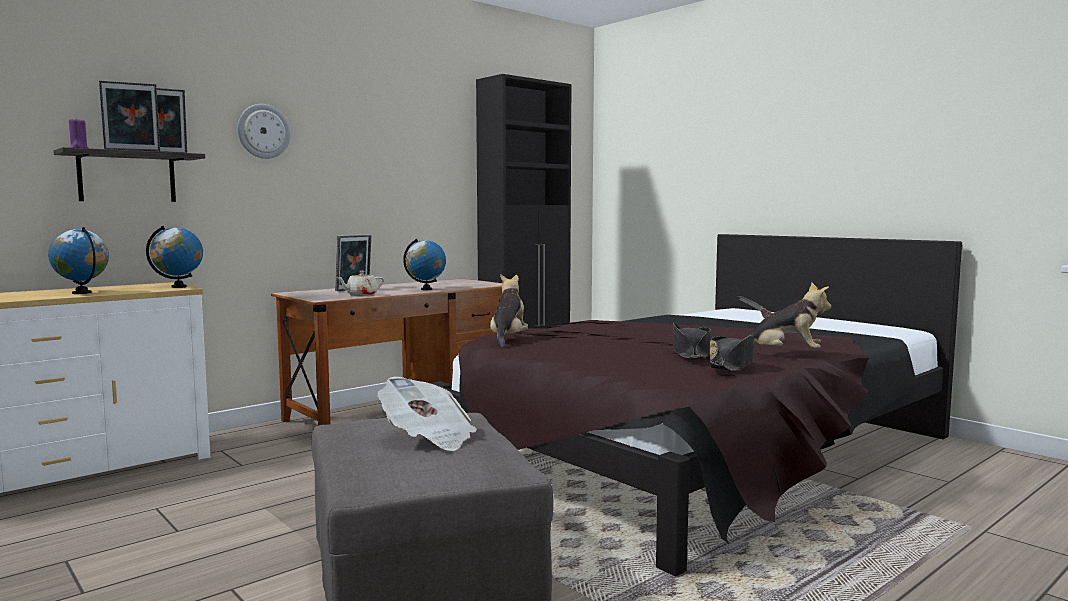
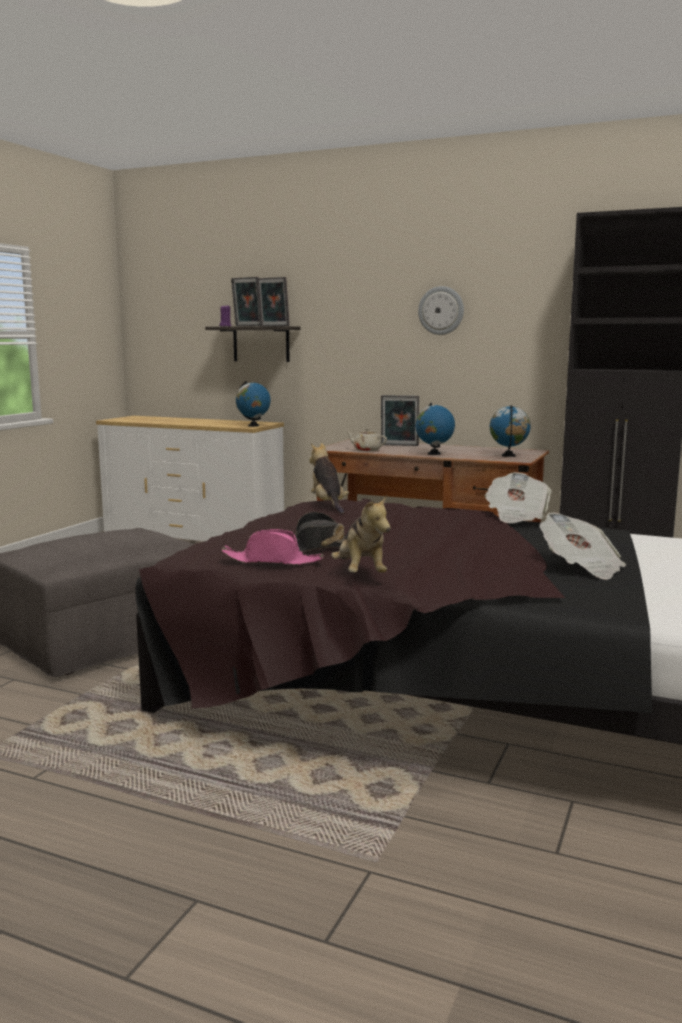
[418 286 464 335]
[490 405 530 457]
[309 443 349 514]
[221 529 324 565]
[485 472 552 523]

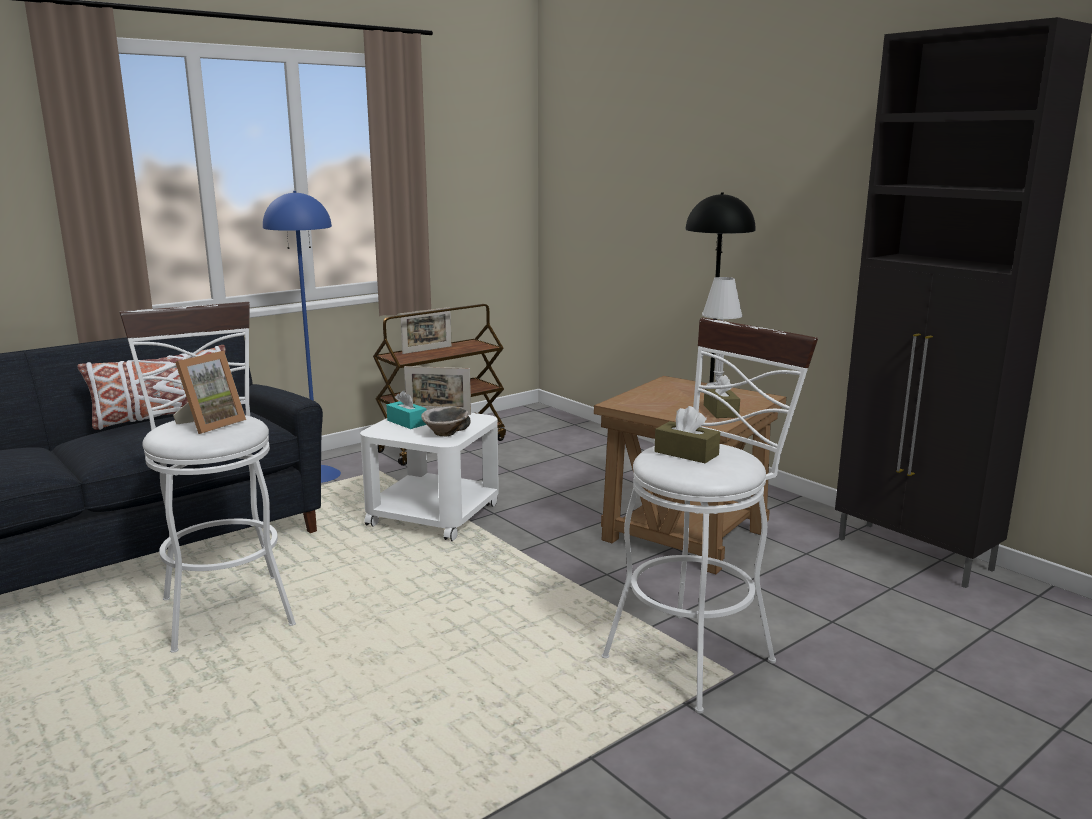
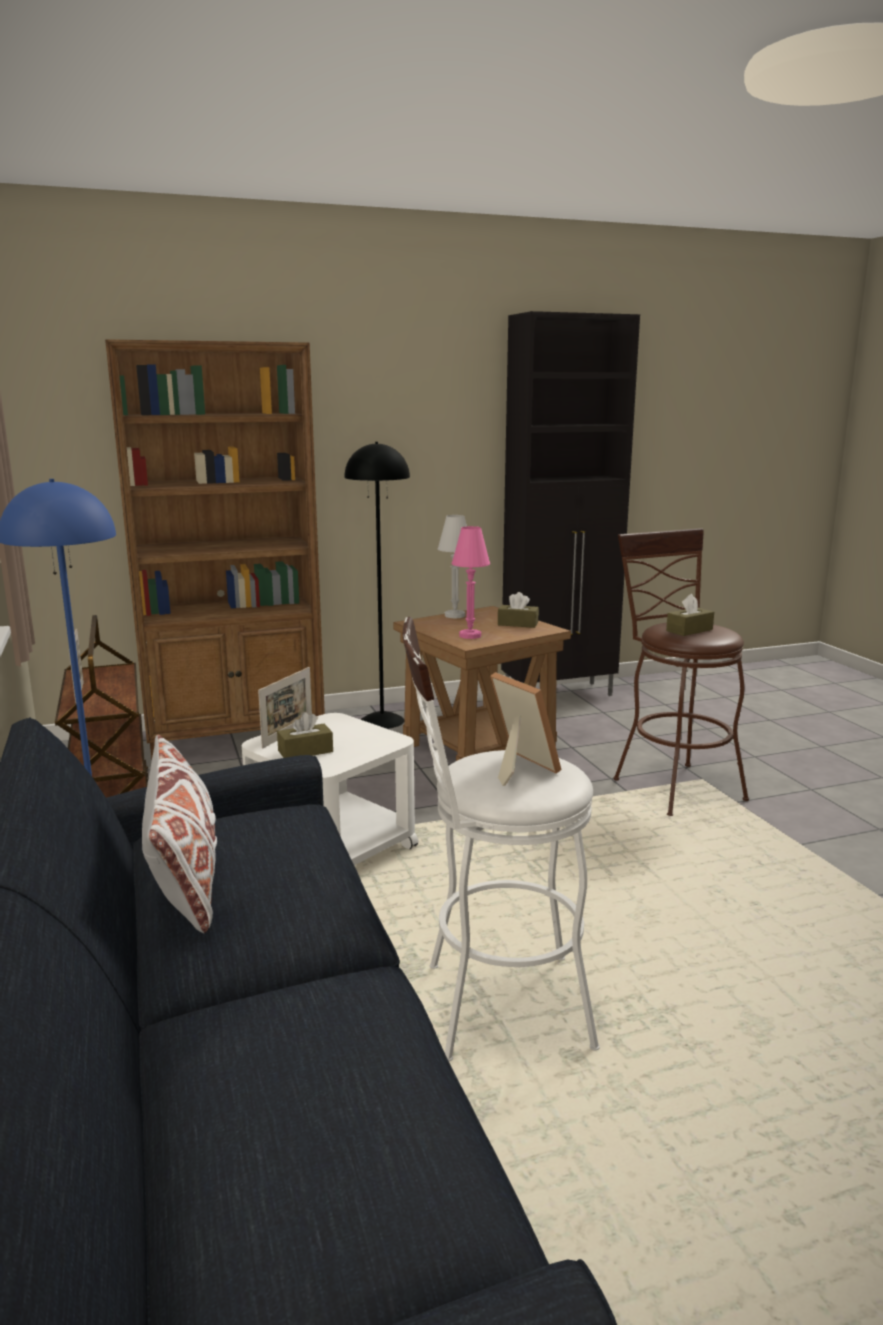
[613 528 749 816]
[277 712 333 758]
[421 406 471 437] (first image)
[105 339 325 759]
[452 526 490 639]

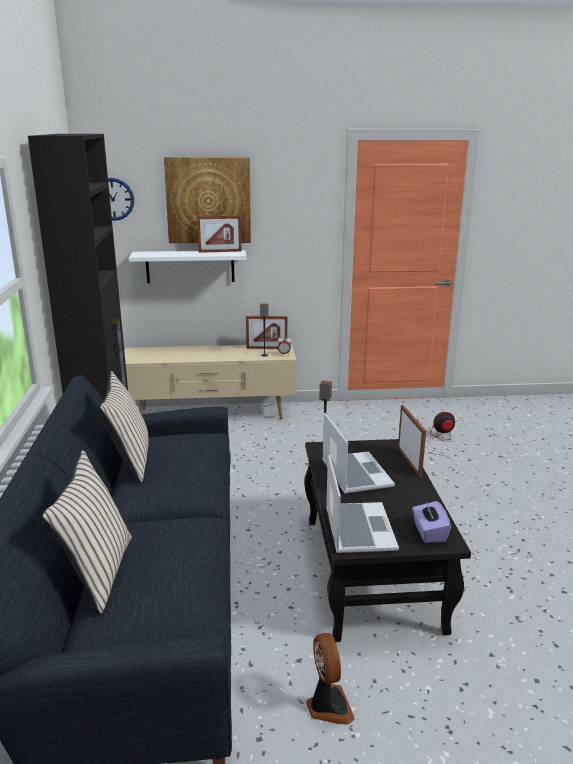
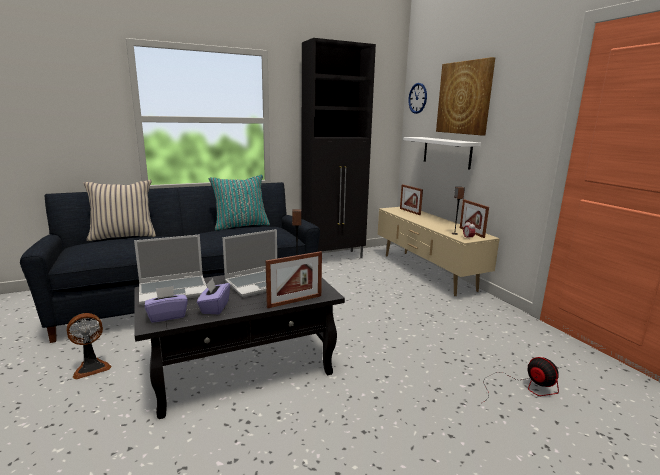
[400 184 423 215]
[209 175 270 231]
[197 278 230 314]

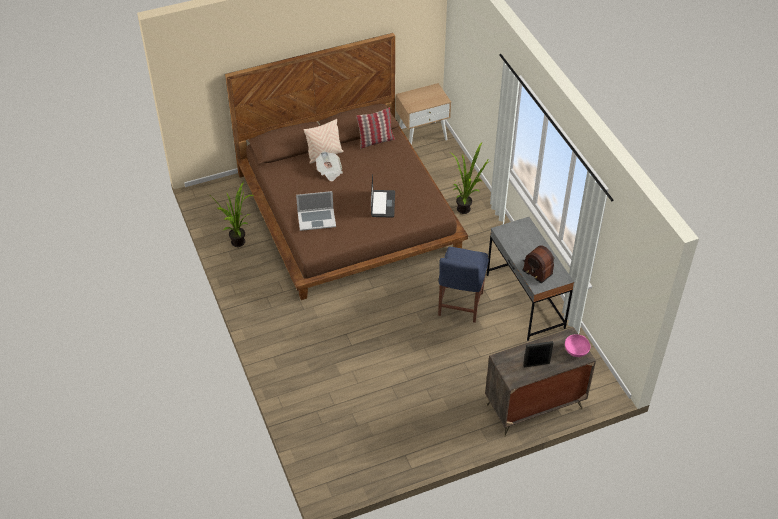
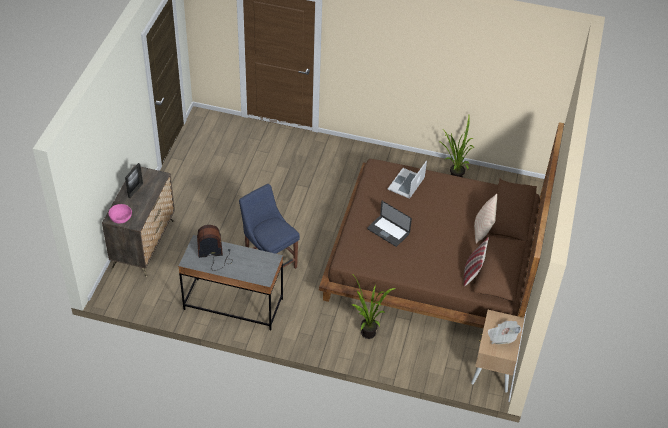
[487 321 521 344]

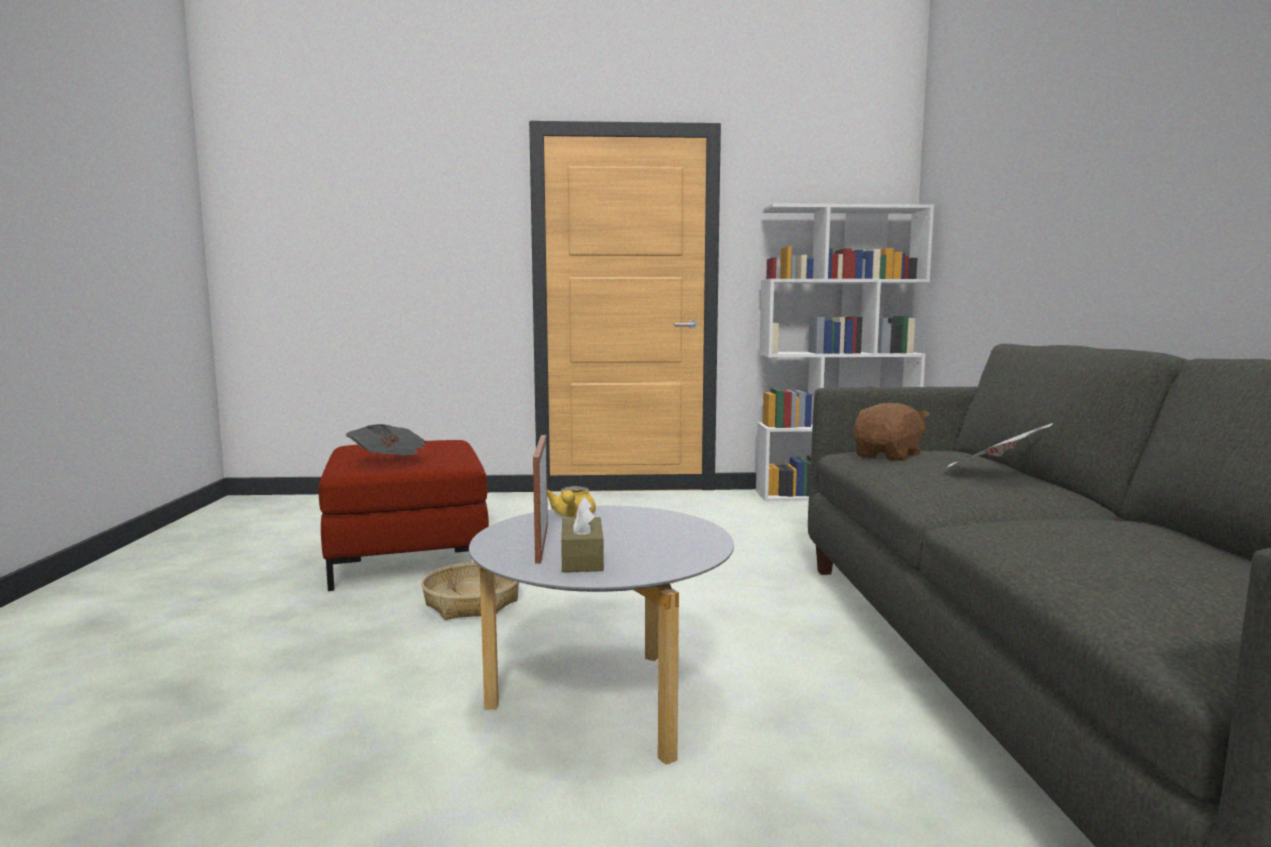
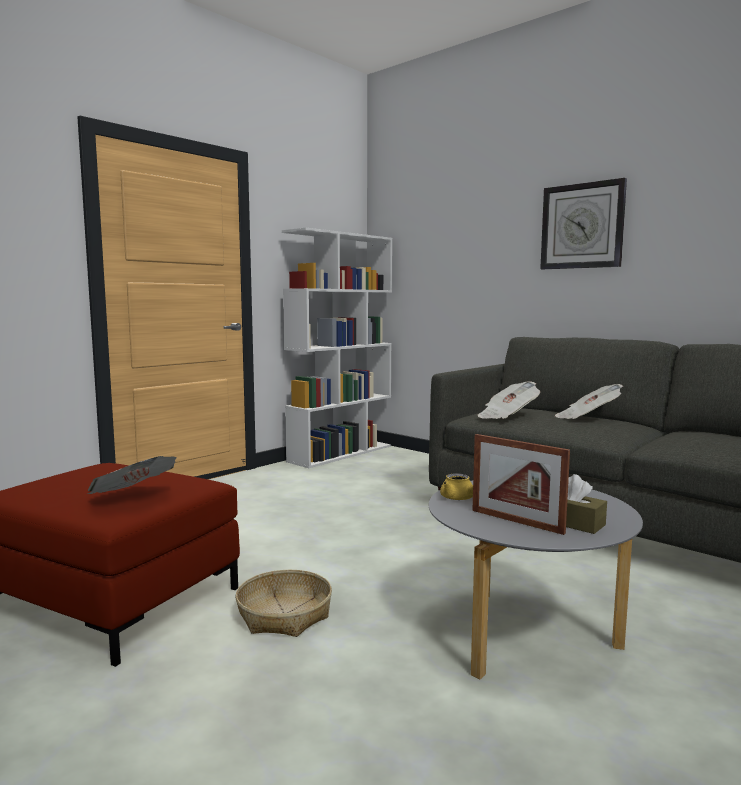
[477 381 540 419]
[540 178 627 269]

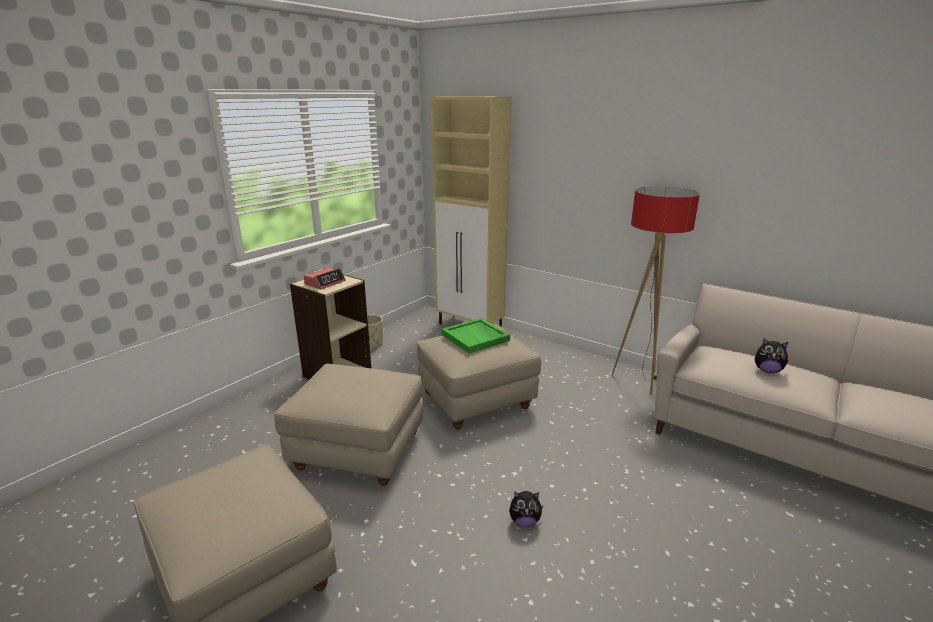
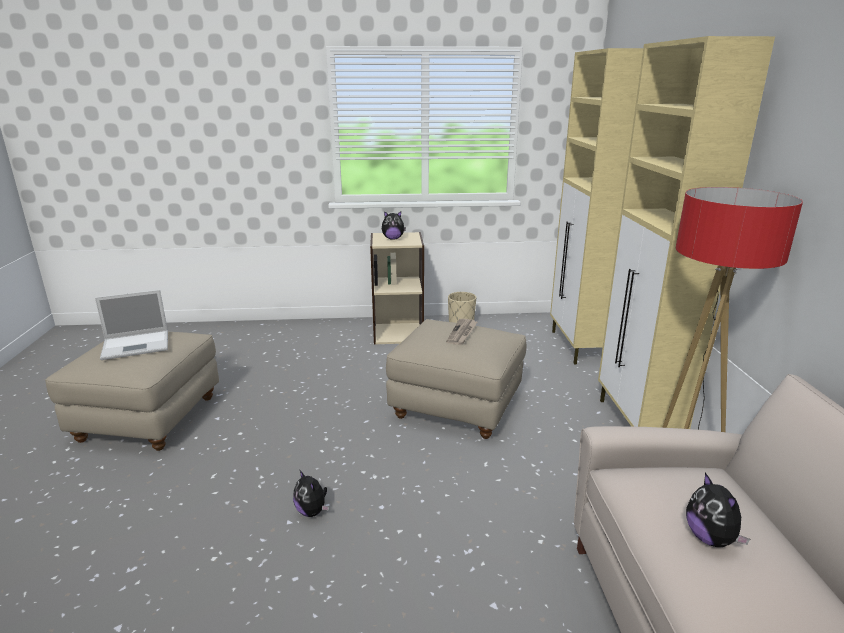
[382 211 406 240]
[446 319 477 345]
[275 363 423 486] (first image)
[598 36 775 429]
[95 290 168 360]

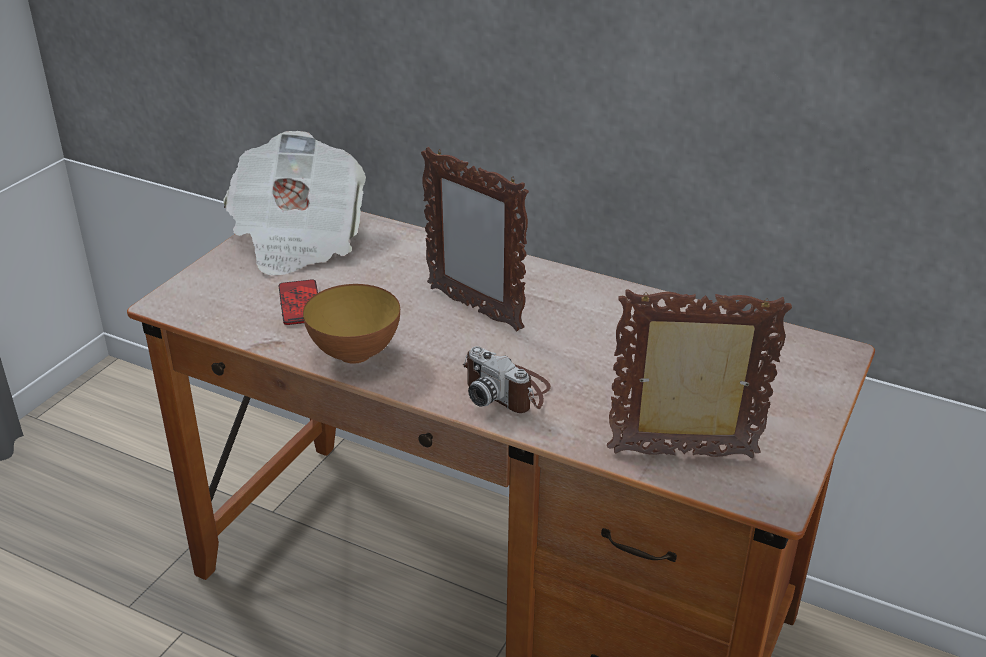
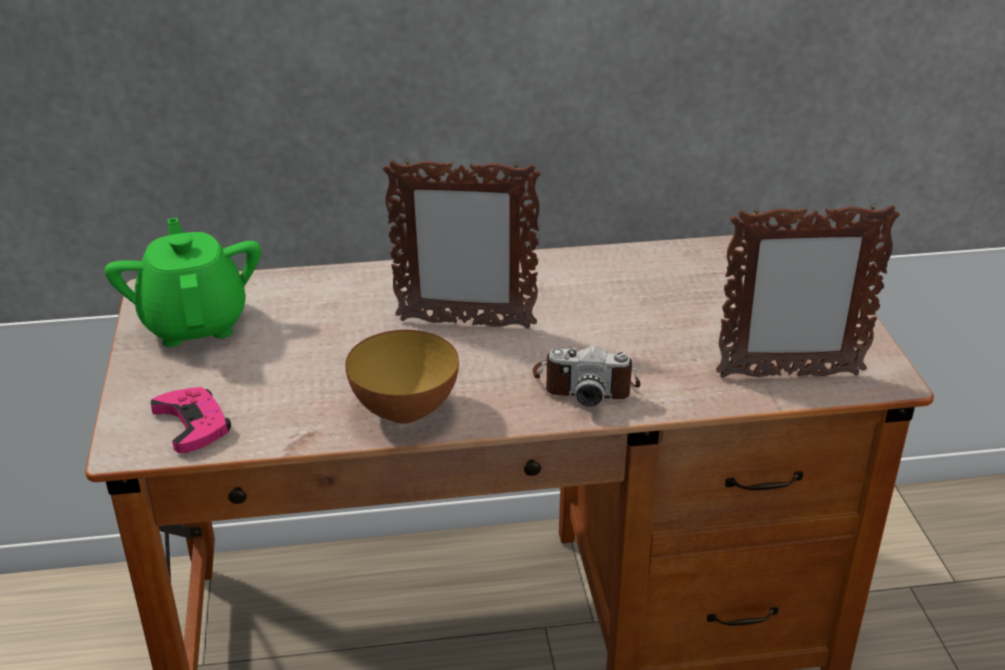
[104 217 261 347]
[278 279 318 325] (first image)
[716 203 900 378]
[151 387 231 453]

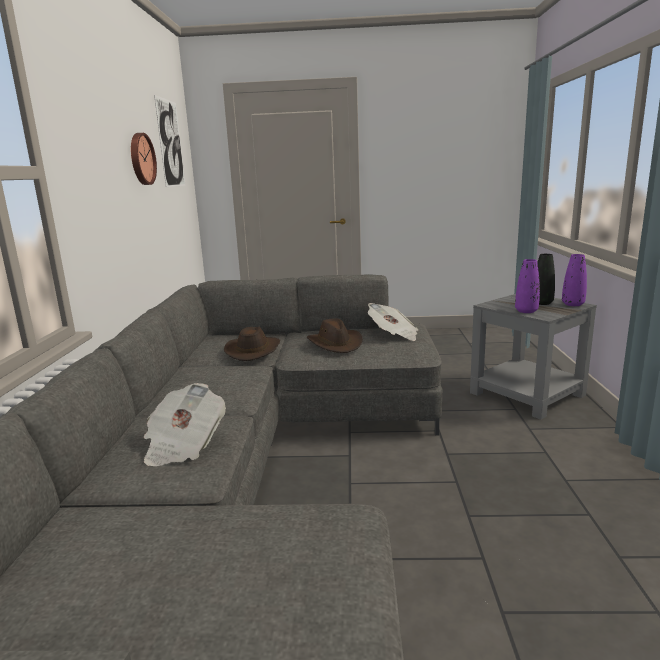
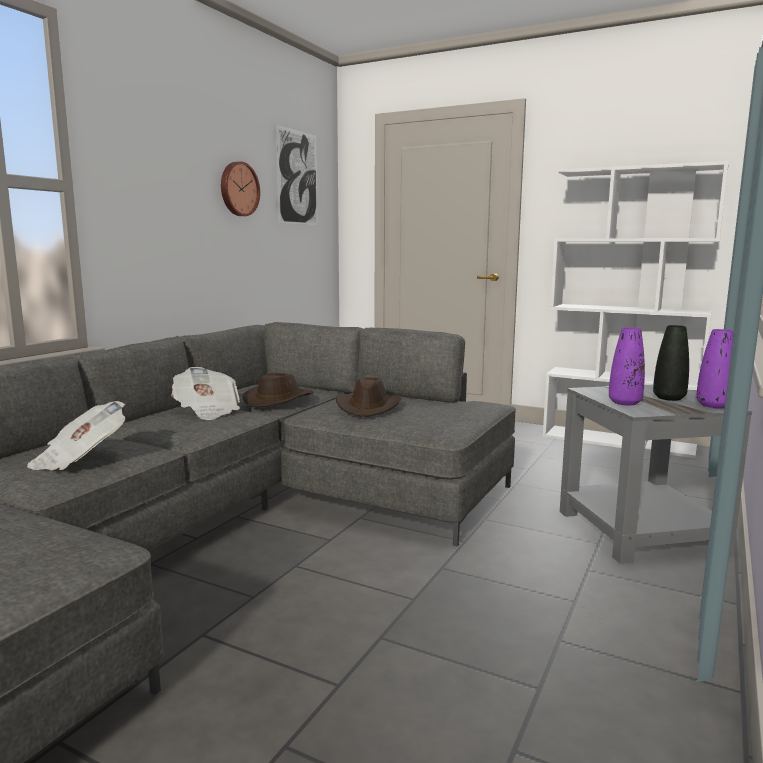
[171 367 240 420]
[543 161 729 458]

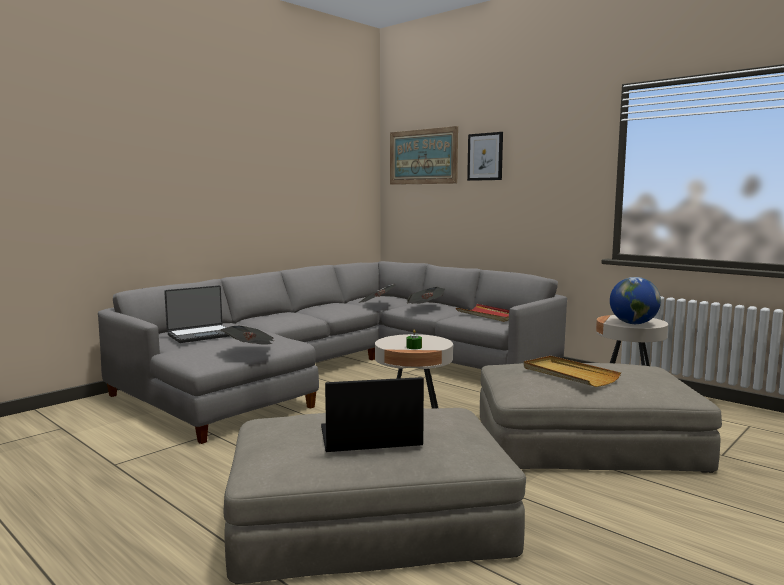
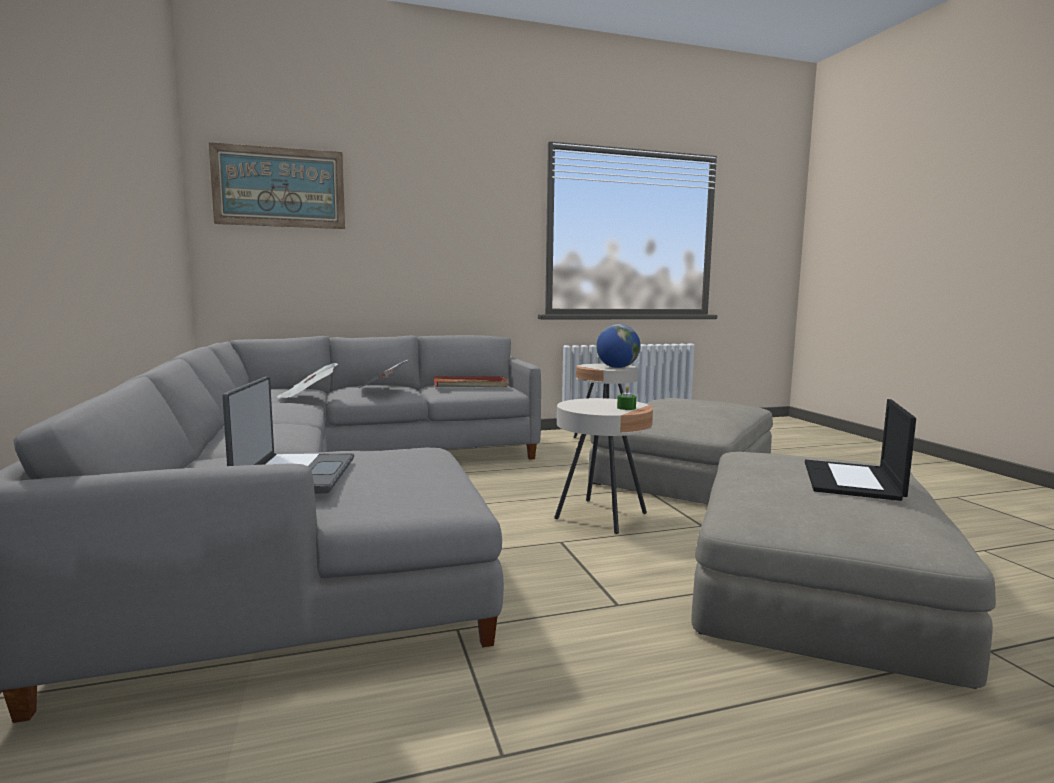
[467 132 503 181] (first image)
[220 326 274 344] (first image)
[524 356 621 387] (first image)

